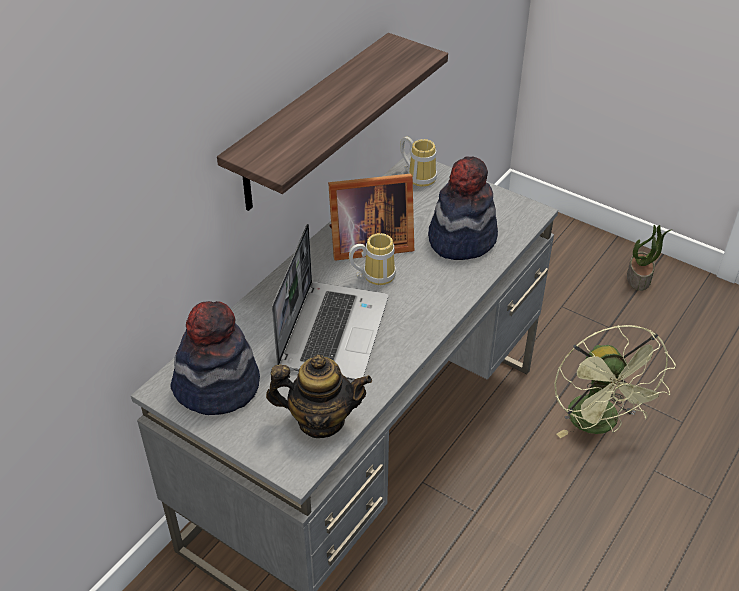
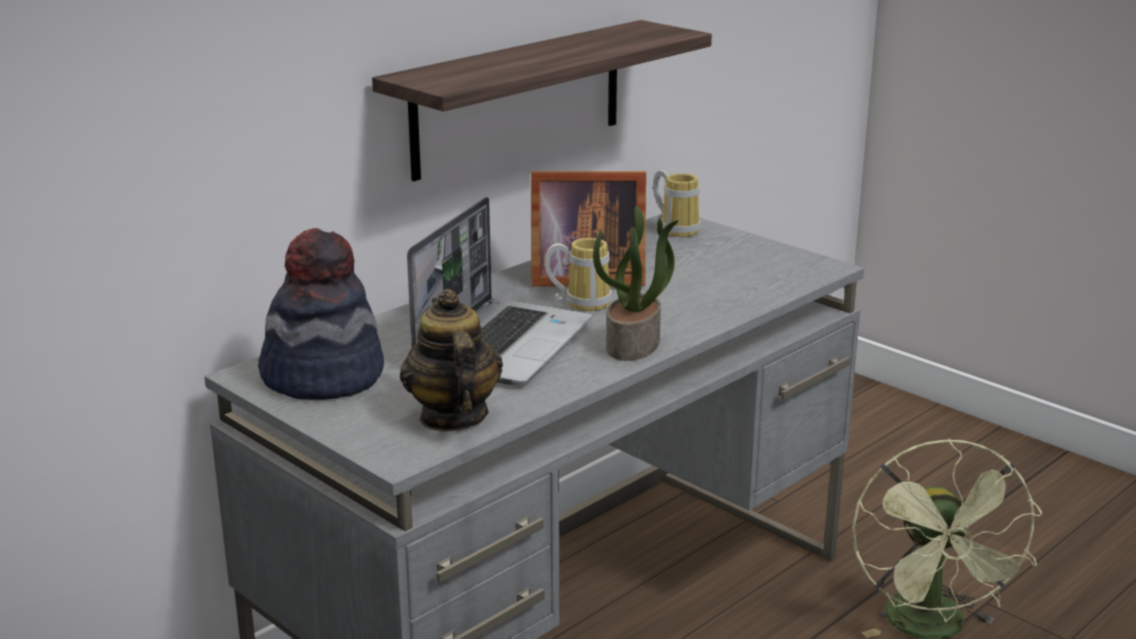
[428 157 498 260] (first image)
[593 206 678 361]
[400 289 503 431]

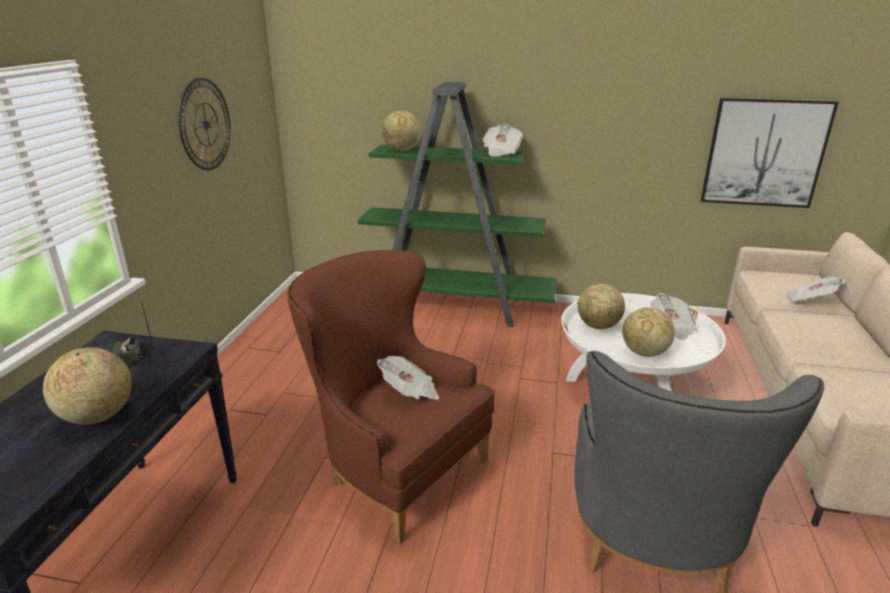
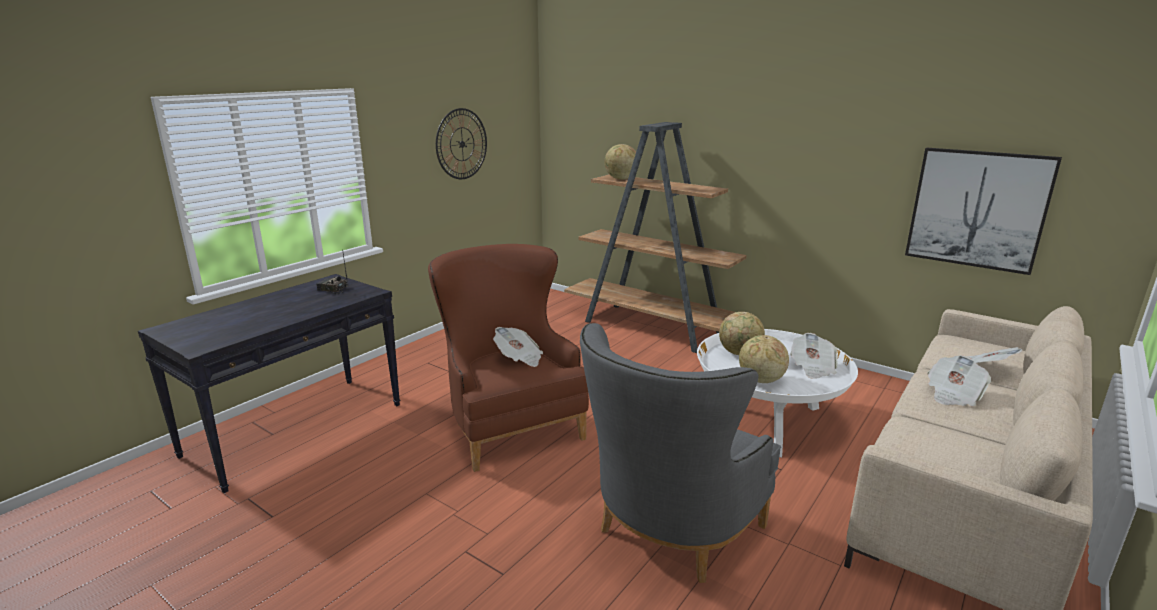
[564 122 747 353]
[927 355 991 406]
[43 347 132 425] (first image)

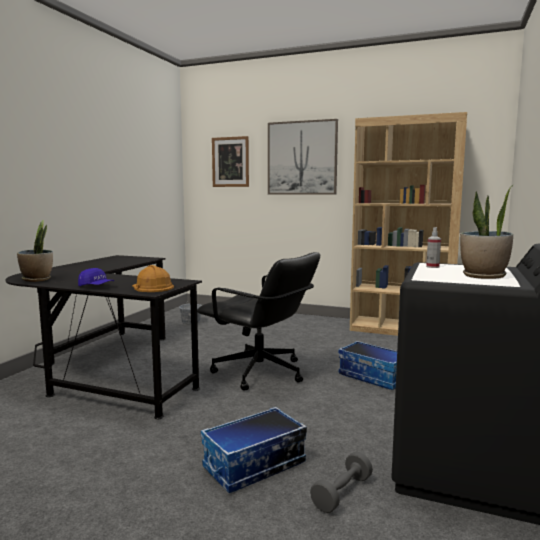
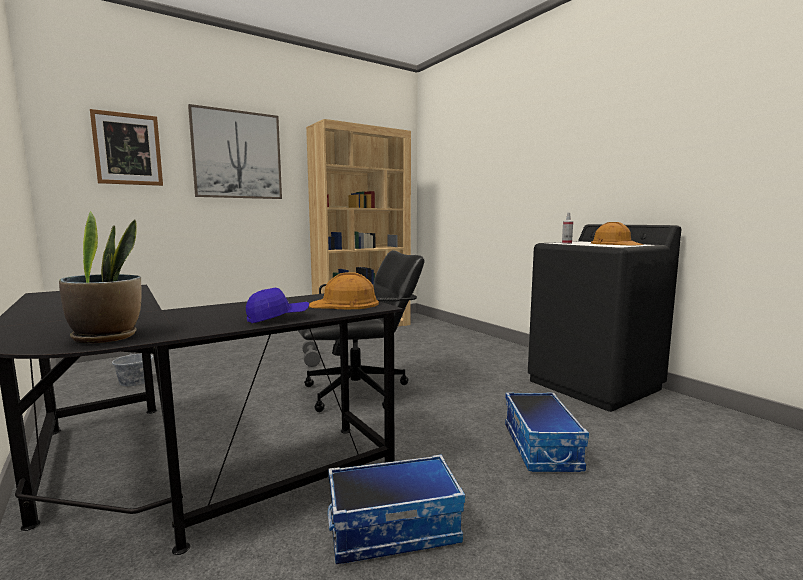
[591 222 643 245]
[328 454 465 564]
[302 340 321 367]

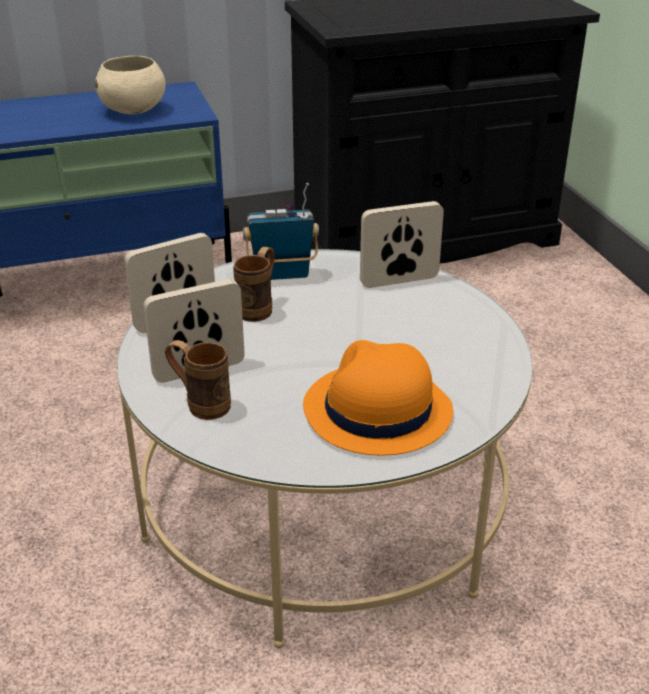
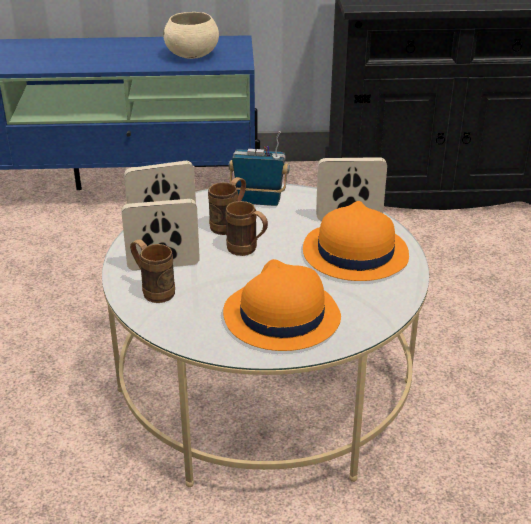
[226 201 268 256]
[303 201 409 281]

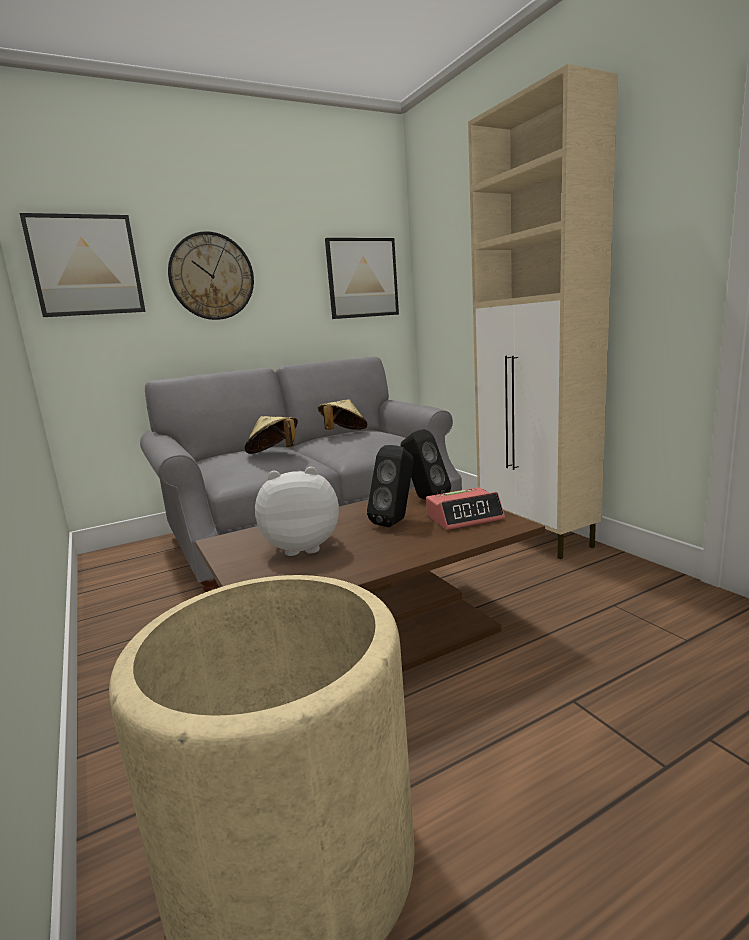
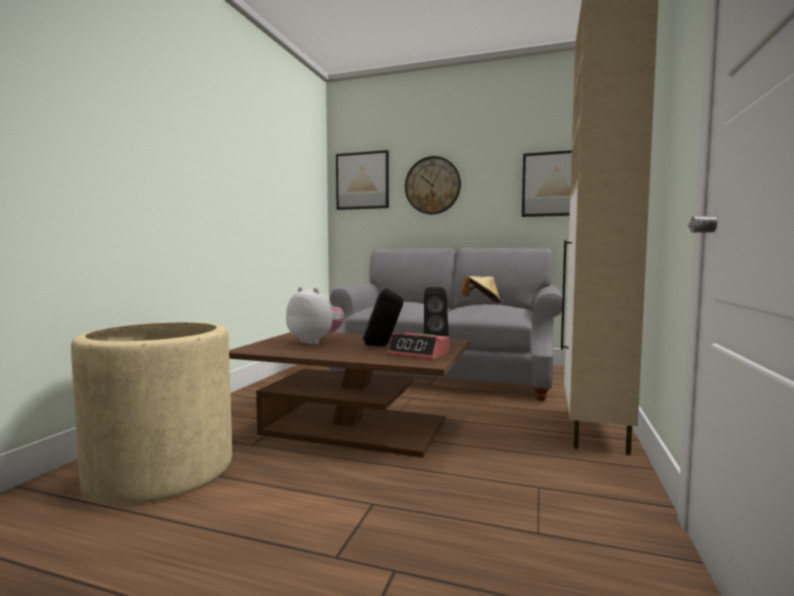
[245 416 298 454] (first image)

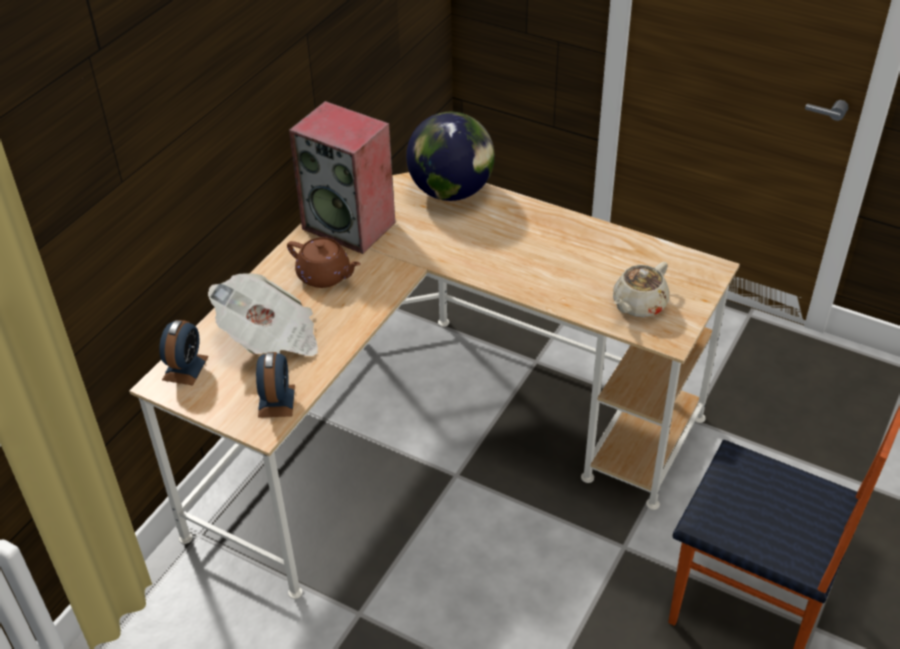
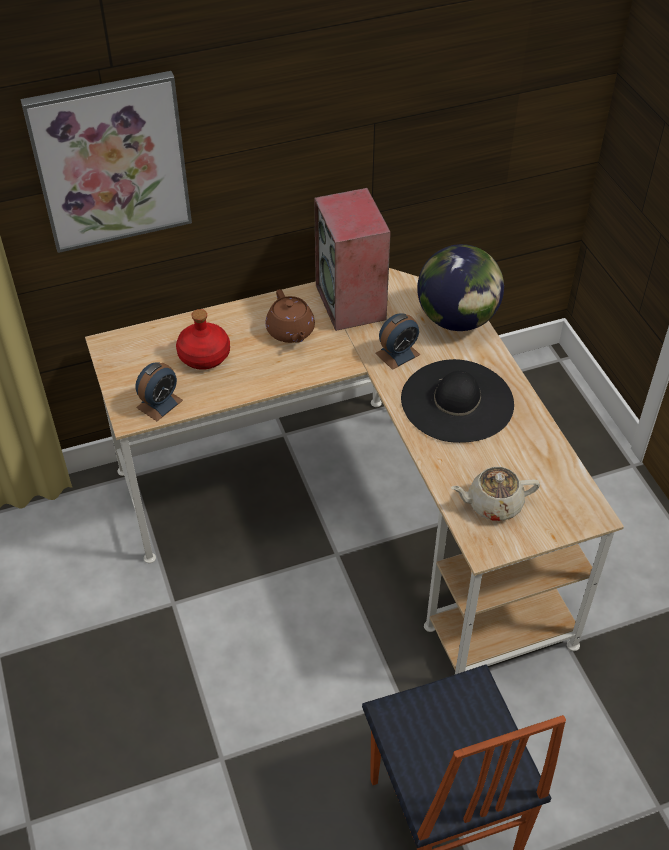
[176 309 230 370]
[375 313 420 370]
[20 71 192 253]
[401 359 514 443]

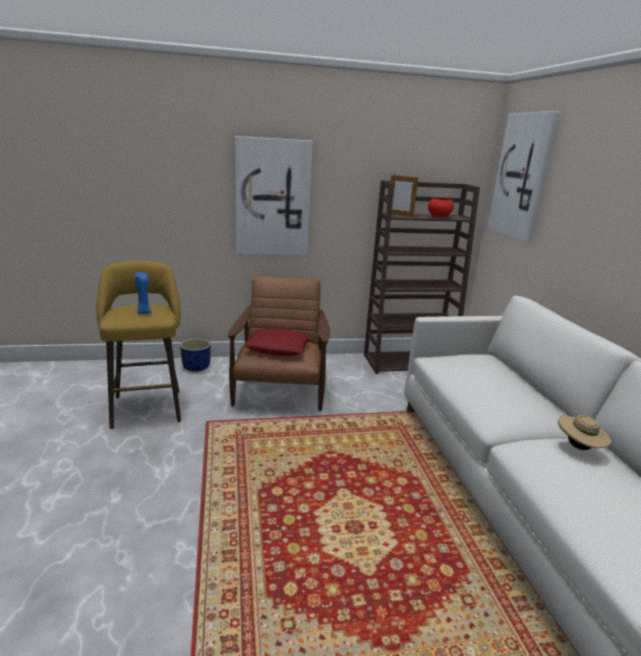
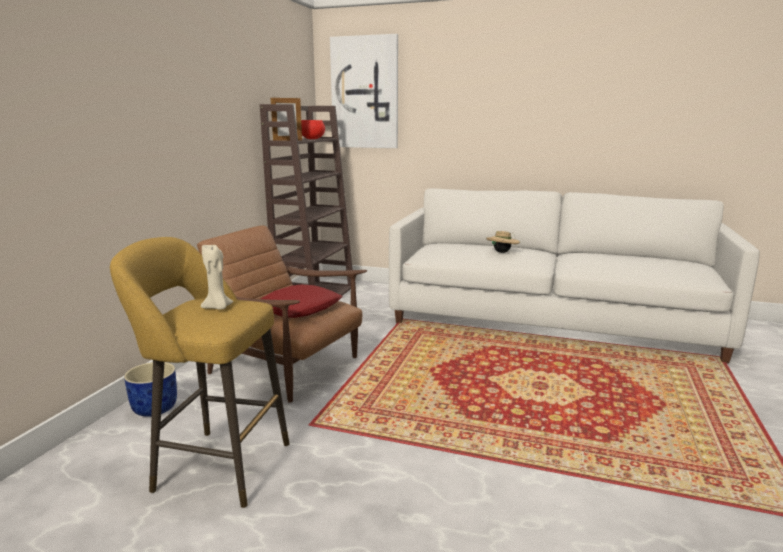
[235 136 313 255] (first image)
[201 245 233 310]
[486 231 520 253]

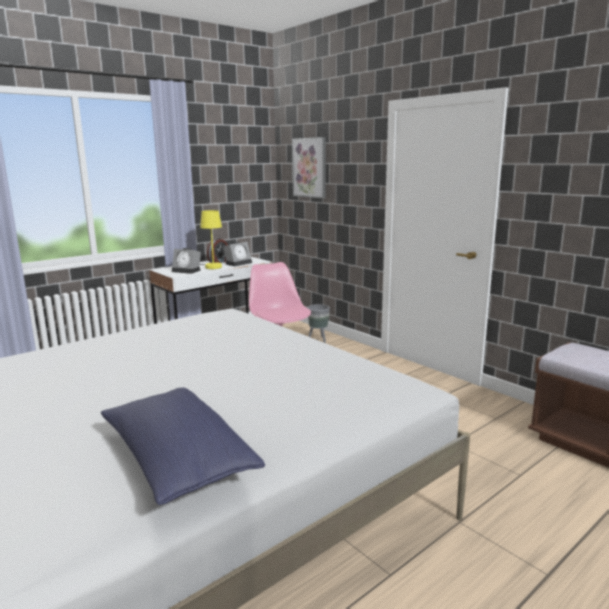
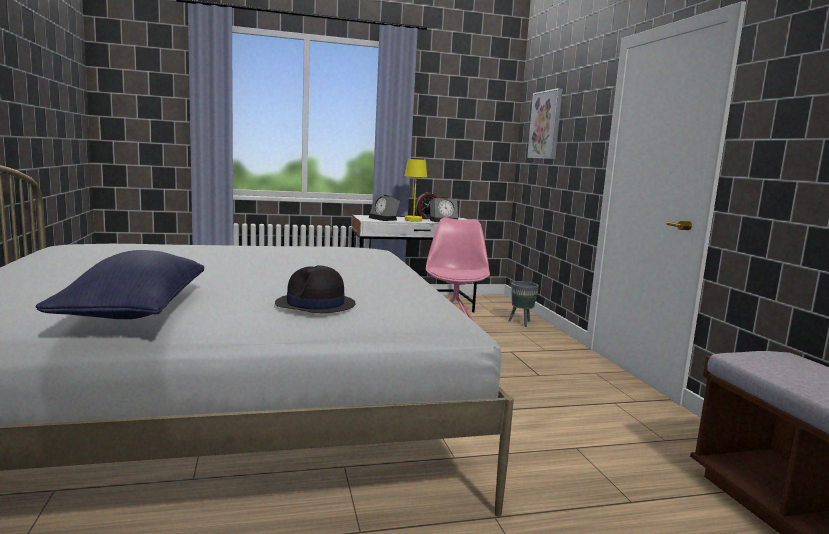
[275 265 356 313]

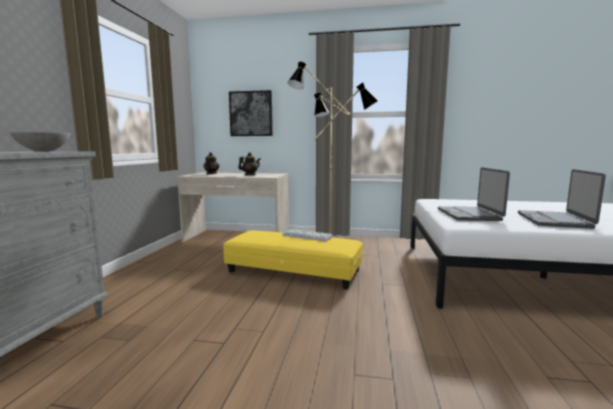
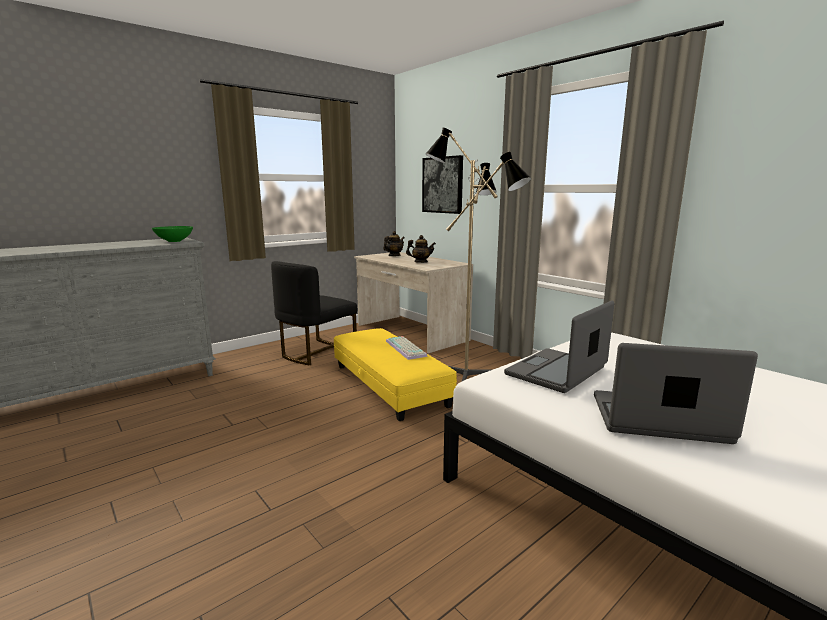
[152 226 193 242]
[594 343 758 444]
[271 261 357 366]

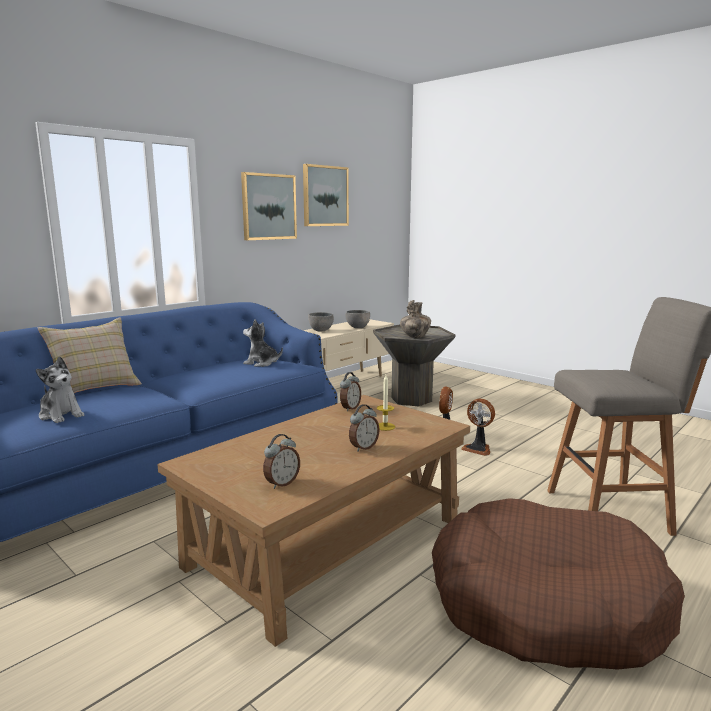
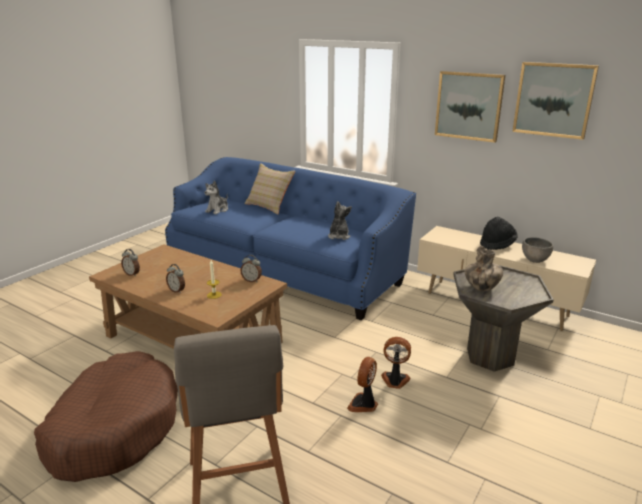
[480 217 518 250]

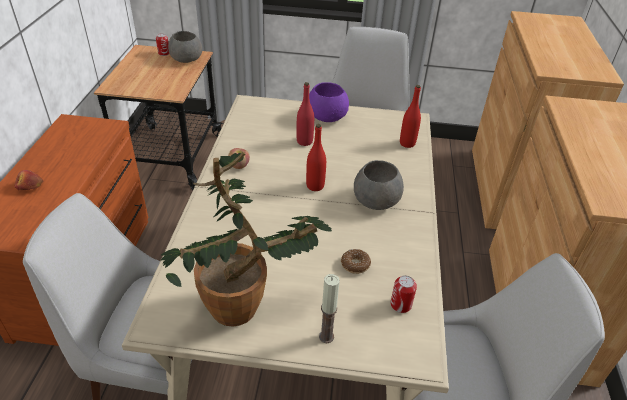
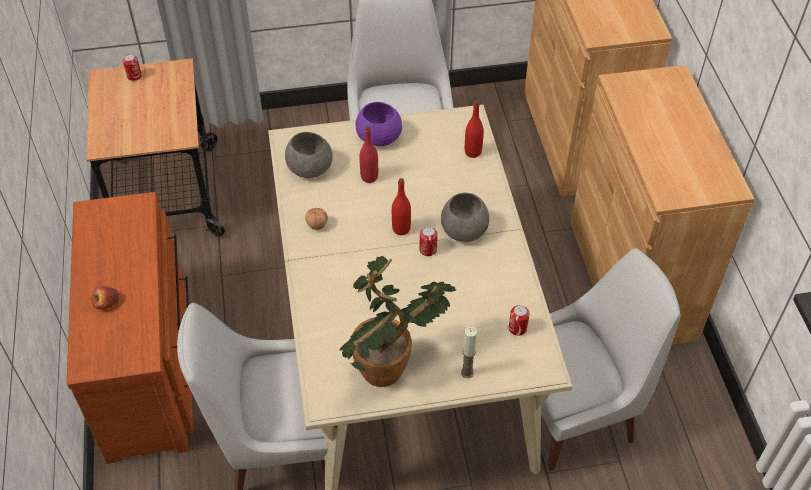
[285 132 333 178]
[341 249 371 274] (first image)
[419 226 438 256]

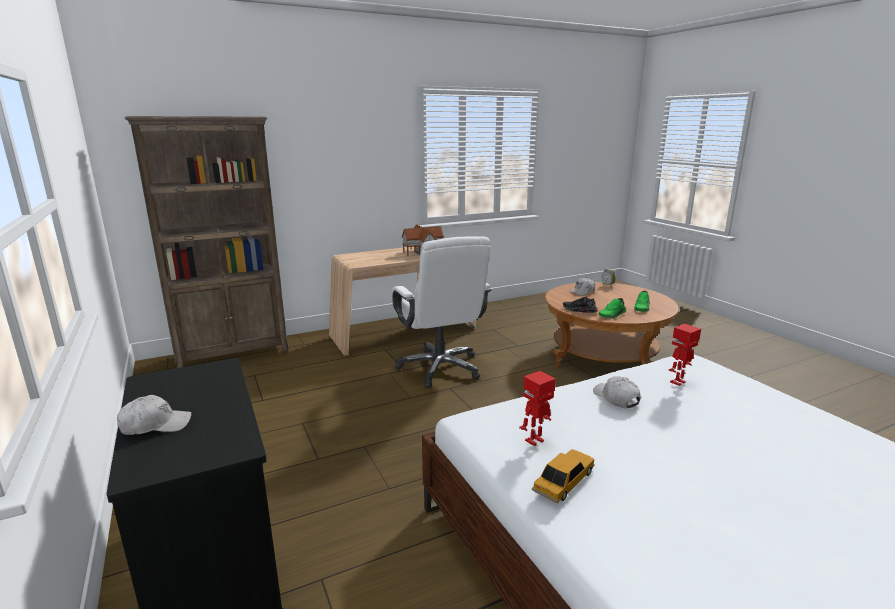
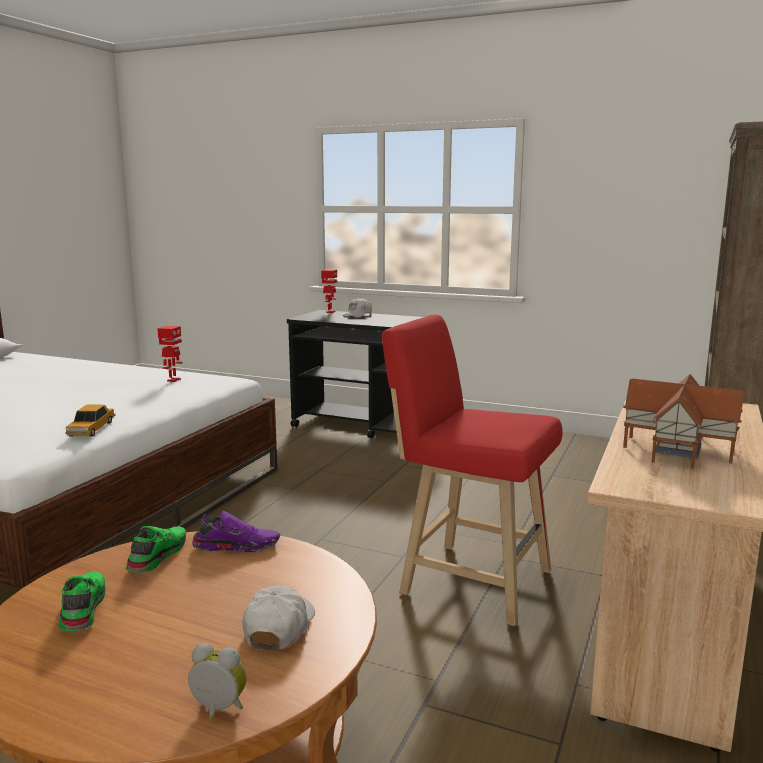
[382 315 563 627]
[192 511 280 552]
[321 269 337 313]
[593 376 640 408] (first image)
[65 404 116 437]

